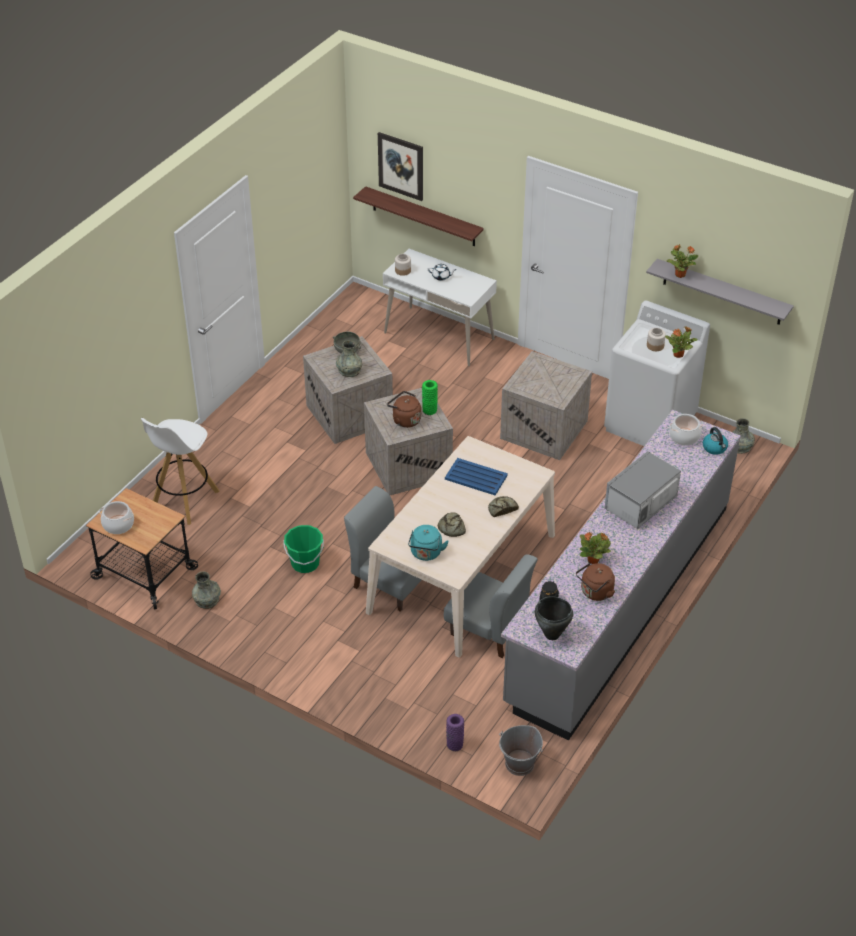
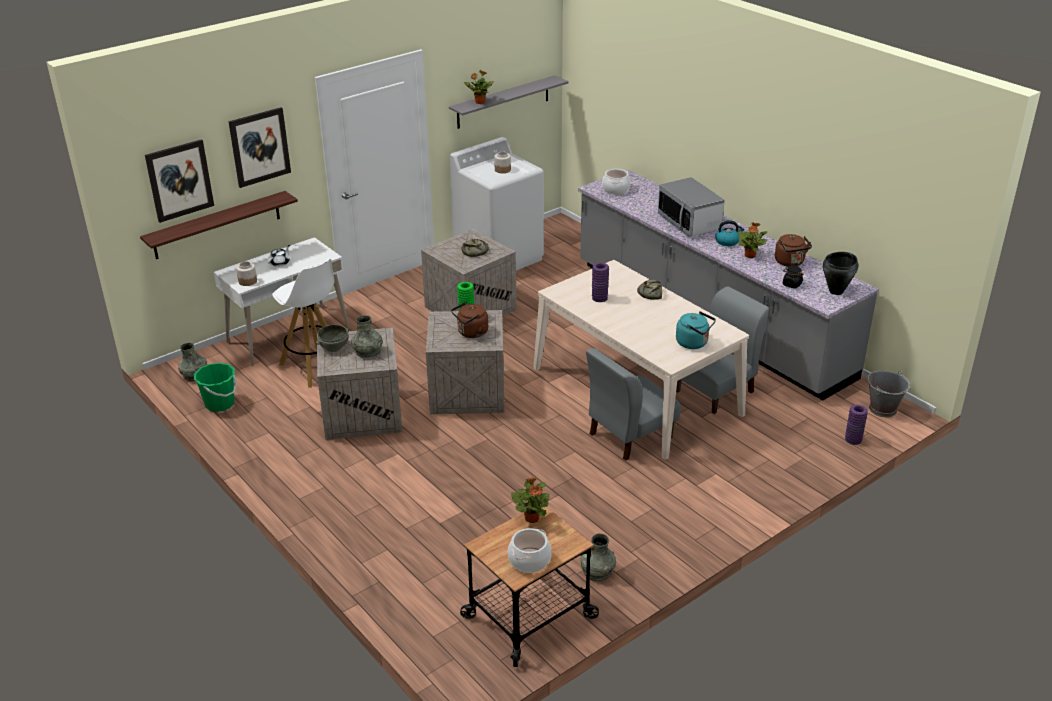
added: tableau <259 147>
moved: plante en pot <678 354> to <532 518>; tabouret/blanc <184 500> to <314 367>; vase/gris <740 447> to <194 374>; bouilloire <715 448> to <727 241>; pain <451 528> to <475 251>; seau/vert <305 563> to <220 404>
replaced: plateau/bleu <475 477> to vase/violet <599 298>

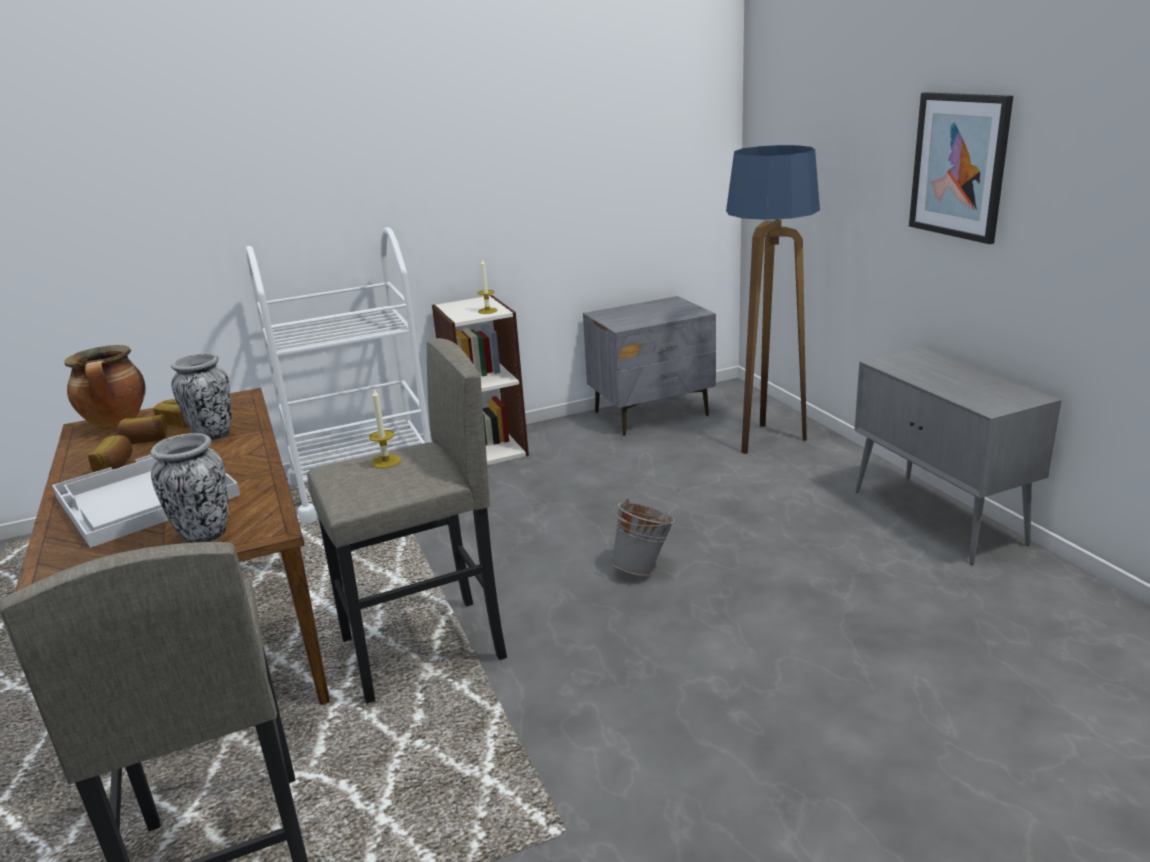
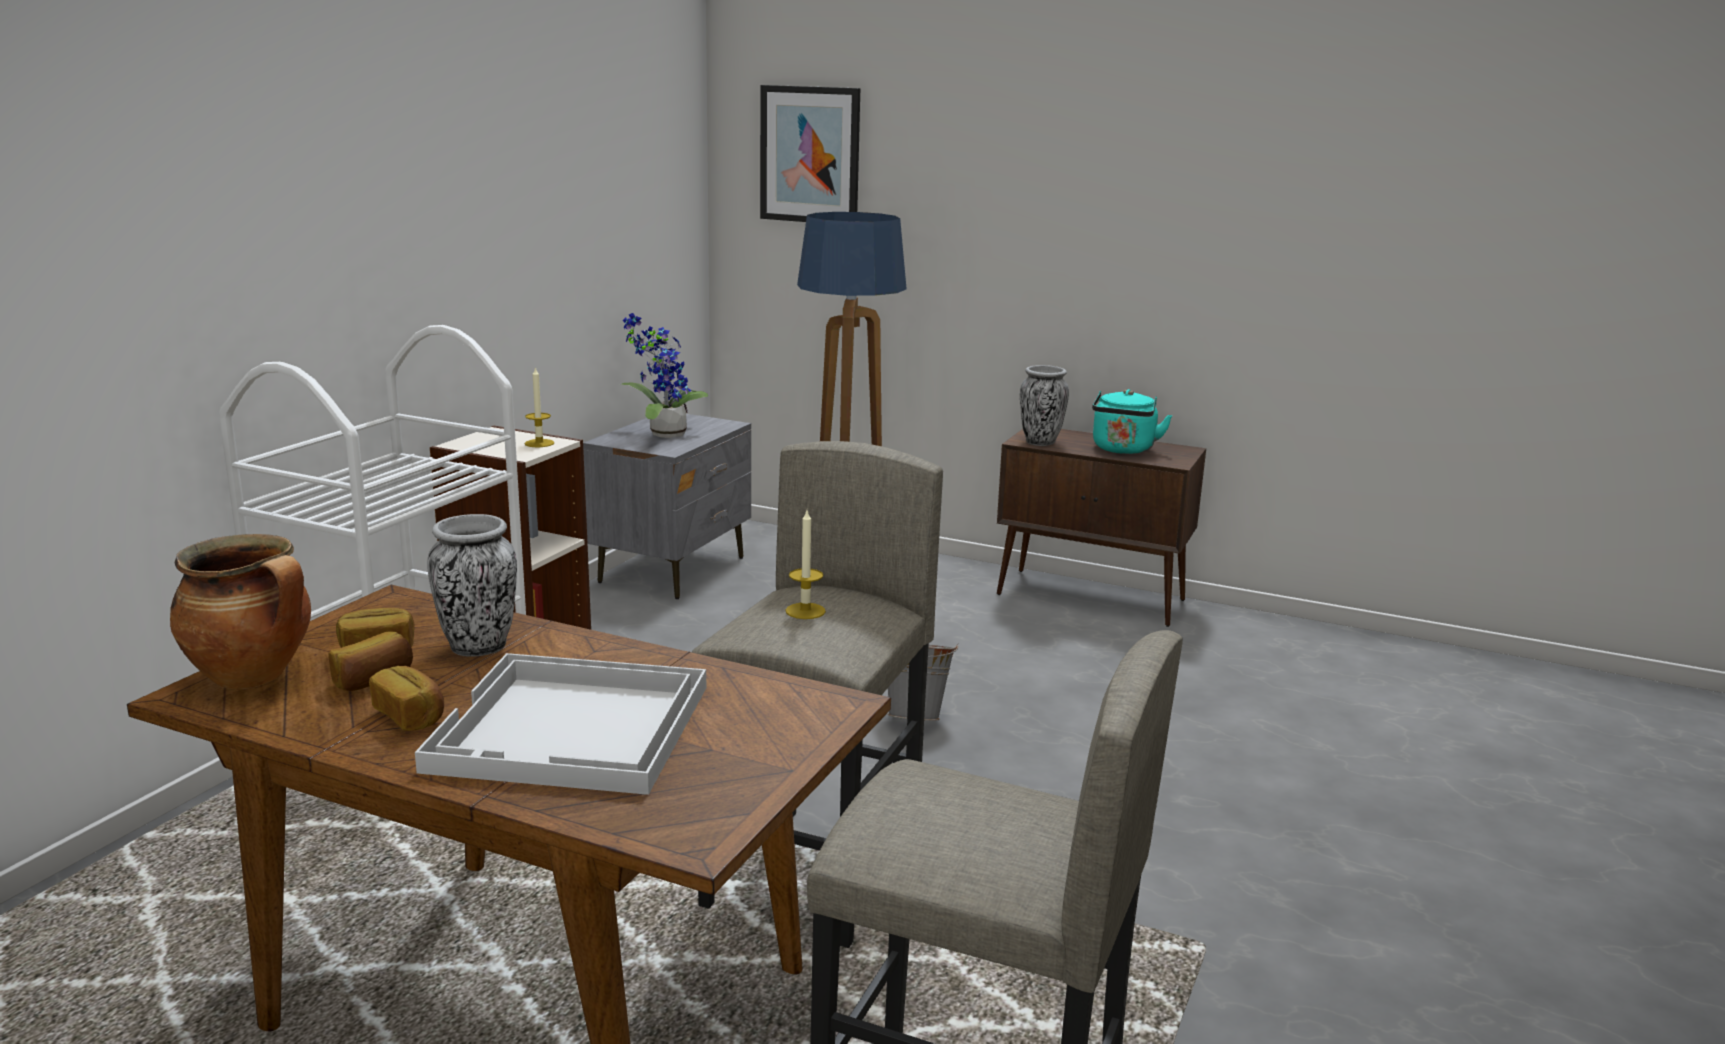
added: plante en pot <663 434>; bouilloire/turquoise <1123 450>
moved: tableau <959 166> to <810 155>; vase <205 535> to <1040 442>
recoloured: meuble de rangement/gris <938 518> to meuble de rangement/marron <1092 597>

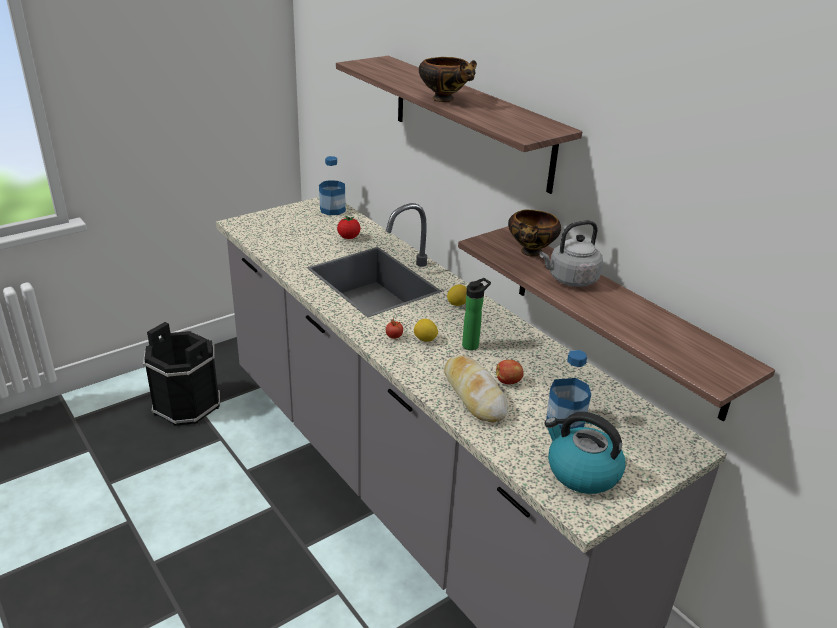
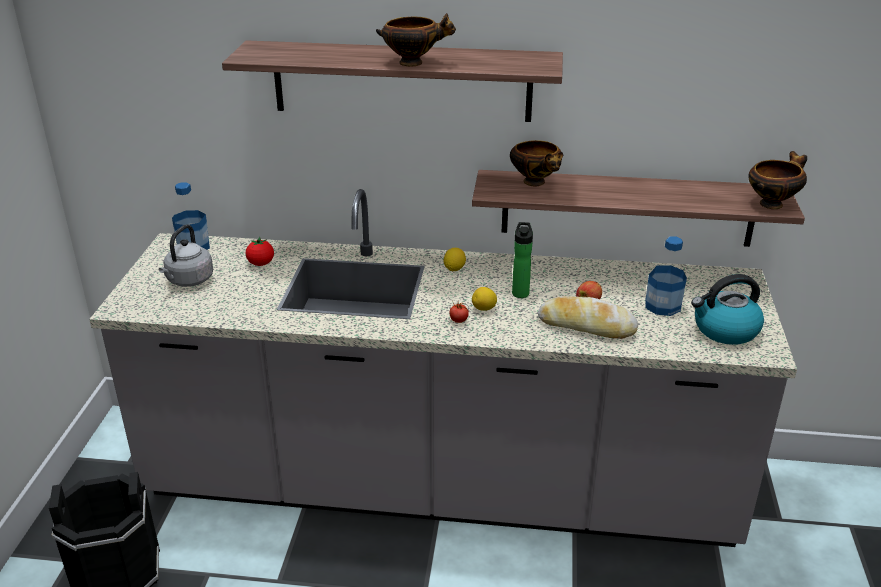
added: bol <772 203>
moved: bouilloire/gris <570 280> to <188 281>

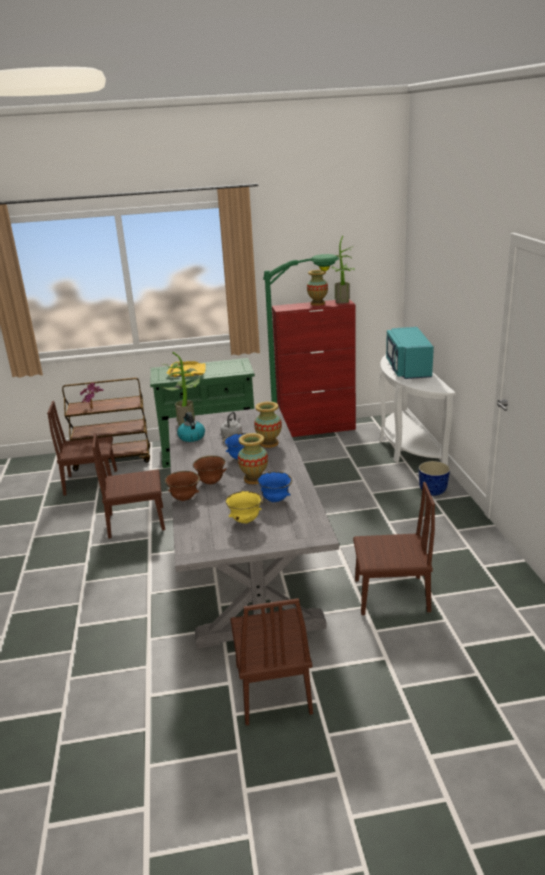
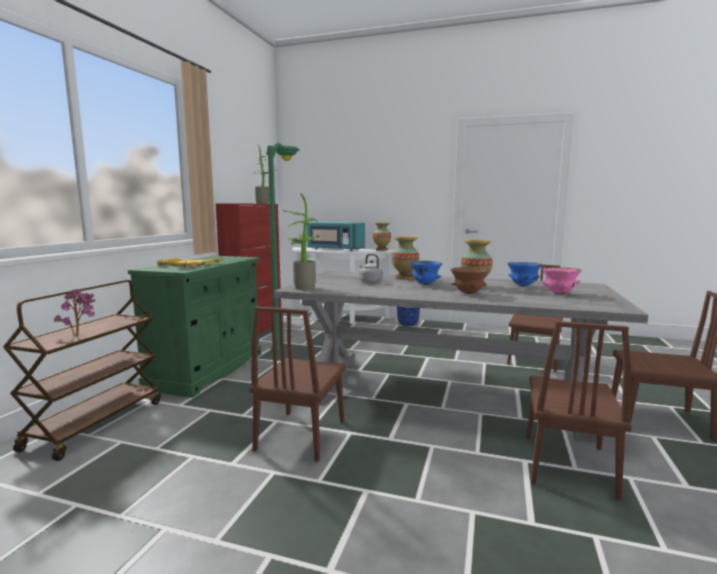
removed: bouilloire <191 437>; bol/marron <184 499>
moved: vase <317 303> to <381 250>; chaise/marron <91 482> to <568 464>
recoloured: bol/jaune <245 521> to bol/rose <559 293>

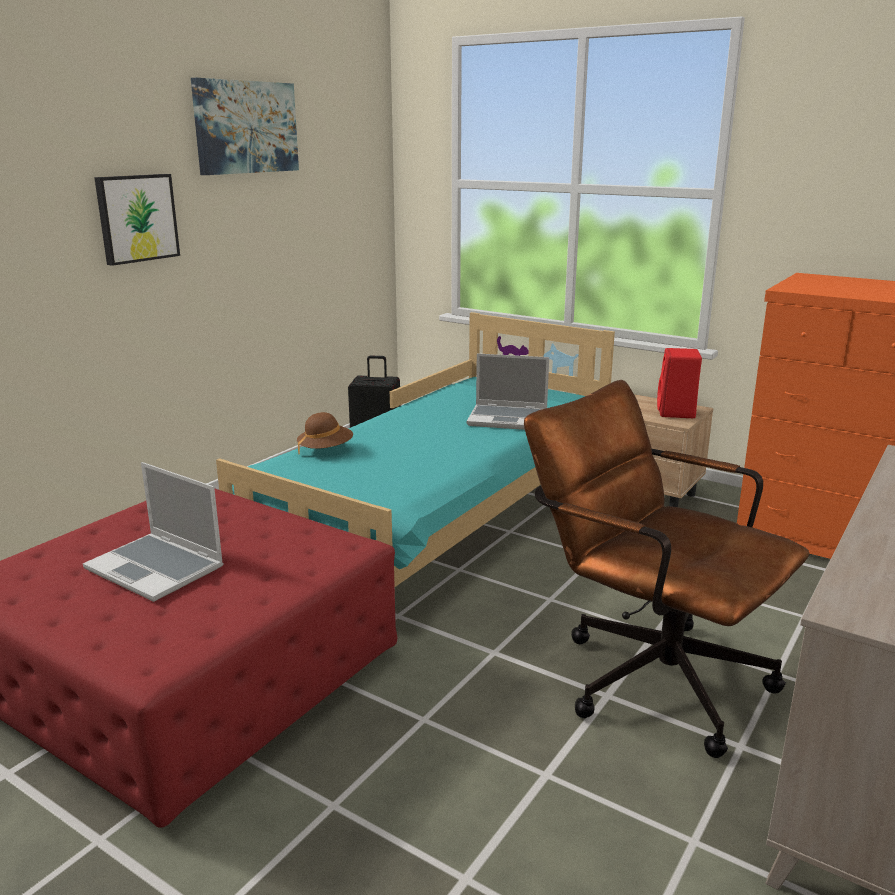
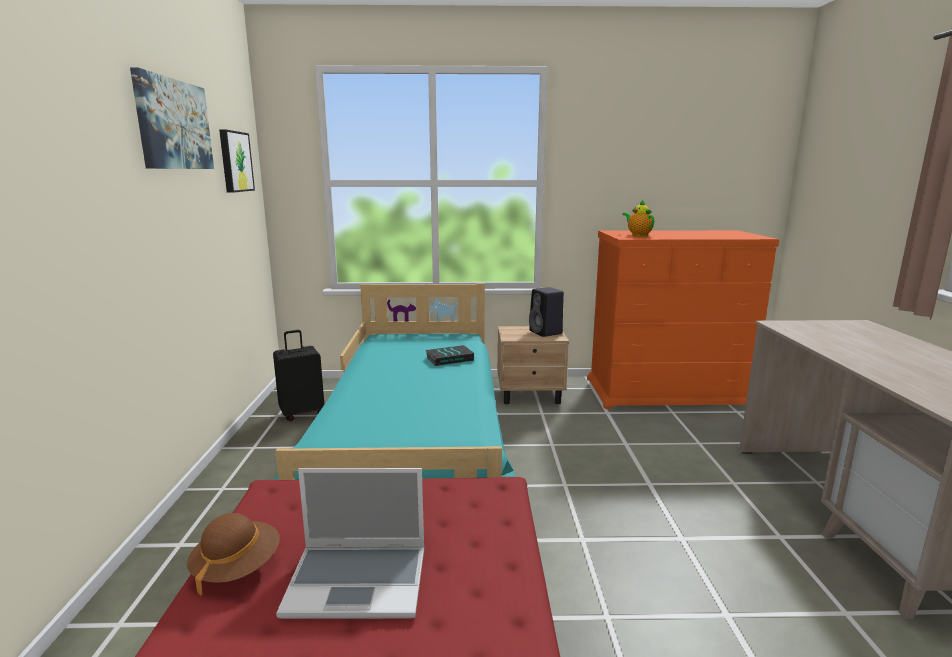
removed: chaise de bureau/marron <647 673>
added: théière <638 235>
moved: tableau <136 218> to <235 161>; chapeau/marron <325 450> to <237 567>
replaced: ordinateur portable <509 419> to livre <450 358>
recoloured: enceinte/rouge <676 413> to enceinte/noir <546 332>

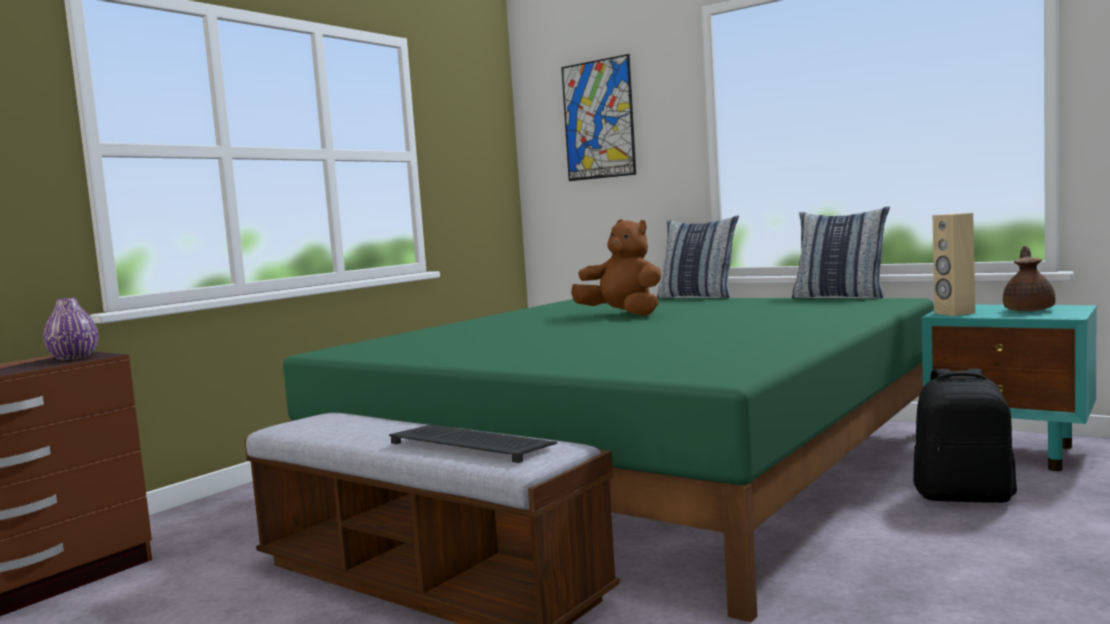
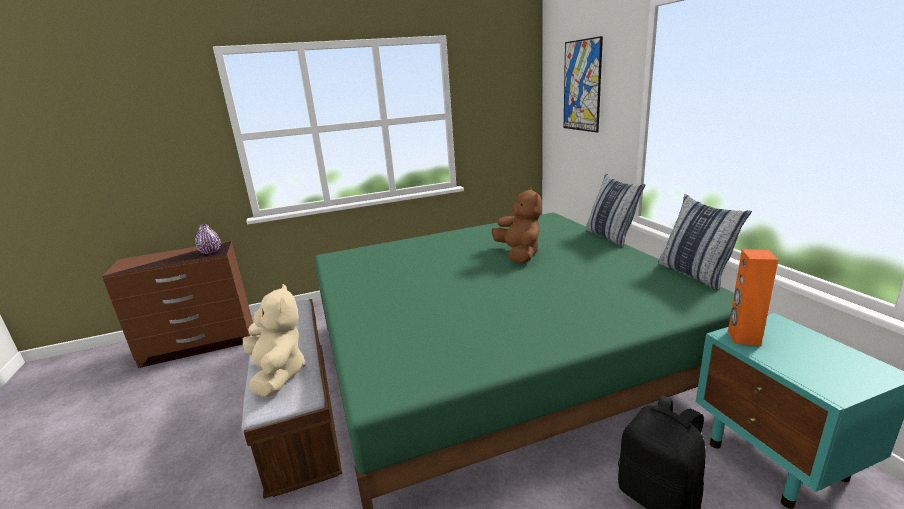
removed: théière/marron <1029 310>
replaced: clavier <473 445> to peluche/beige <278 374>
recoloured: enceinte/beige <954 313> to enceinte/orange <743 337>

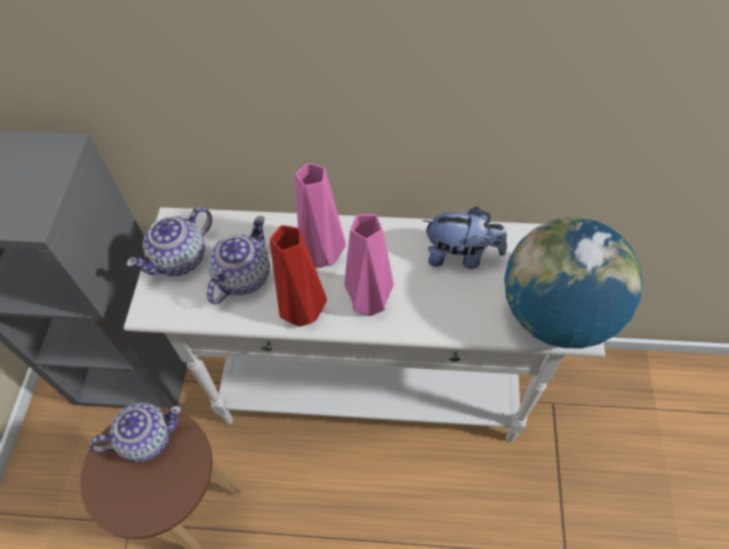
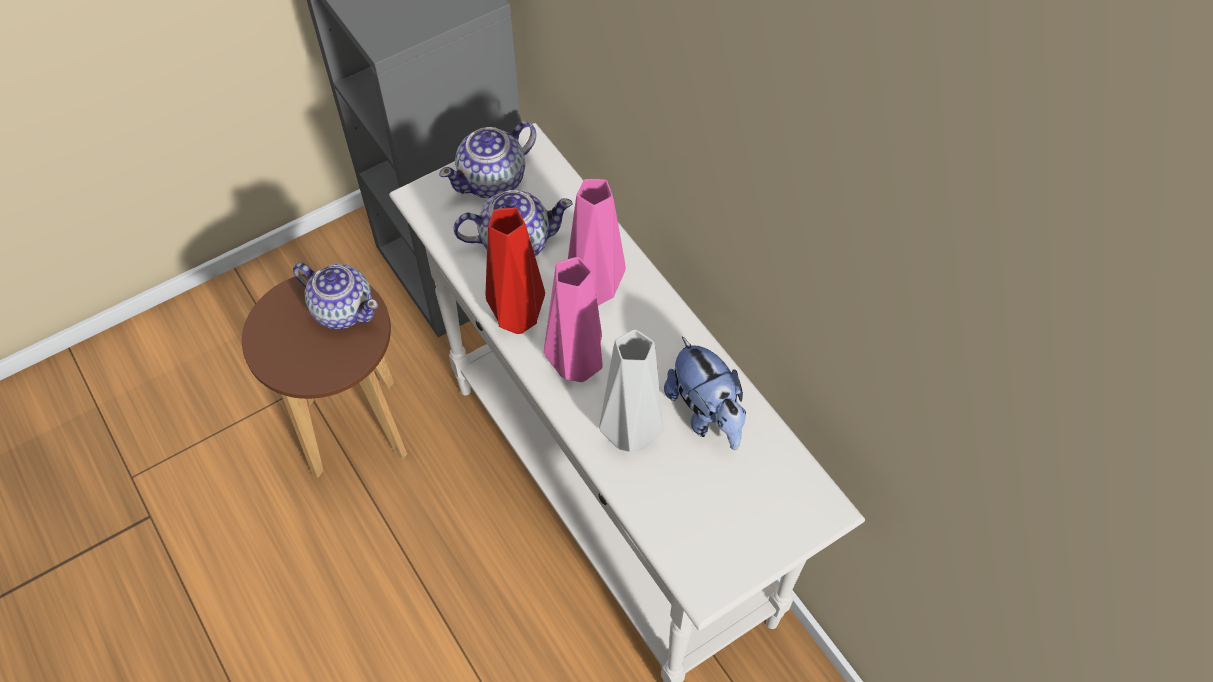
removed: globe <556 314>
added: vase/gris <630 437>
turned: théière <181 258> = <493 180> 45 degrees counterclockwise

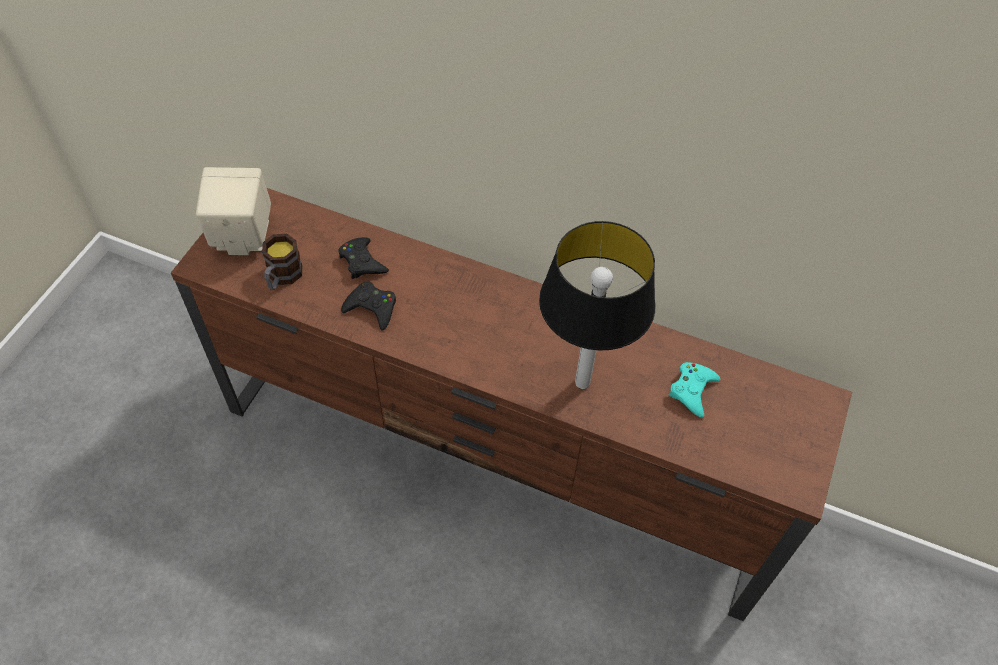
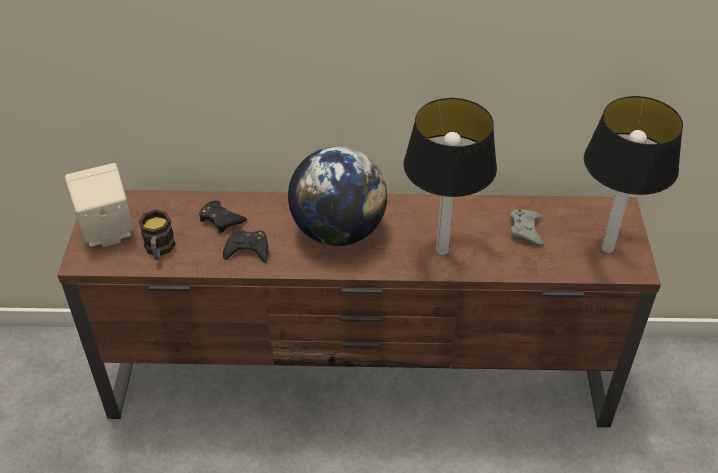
added: lampe de table <607 249>; globe <338 231>
recoloured: manette/turquoise <692 391> to manette/gris <526 230>

